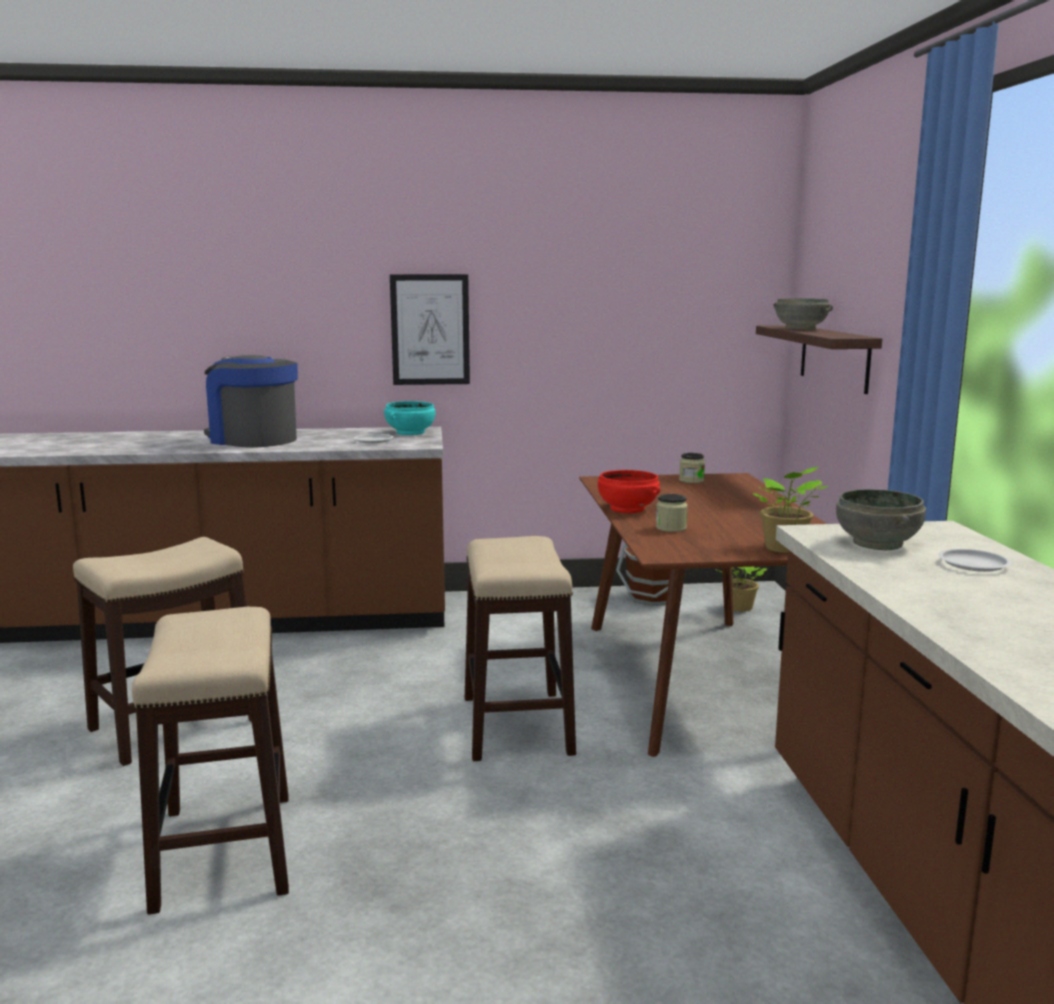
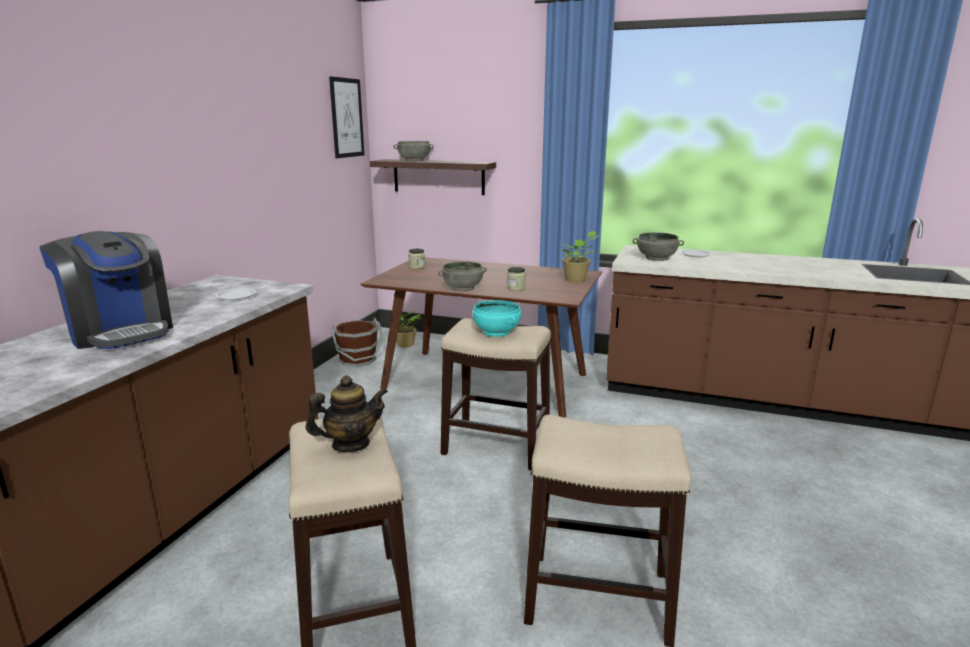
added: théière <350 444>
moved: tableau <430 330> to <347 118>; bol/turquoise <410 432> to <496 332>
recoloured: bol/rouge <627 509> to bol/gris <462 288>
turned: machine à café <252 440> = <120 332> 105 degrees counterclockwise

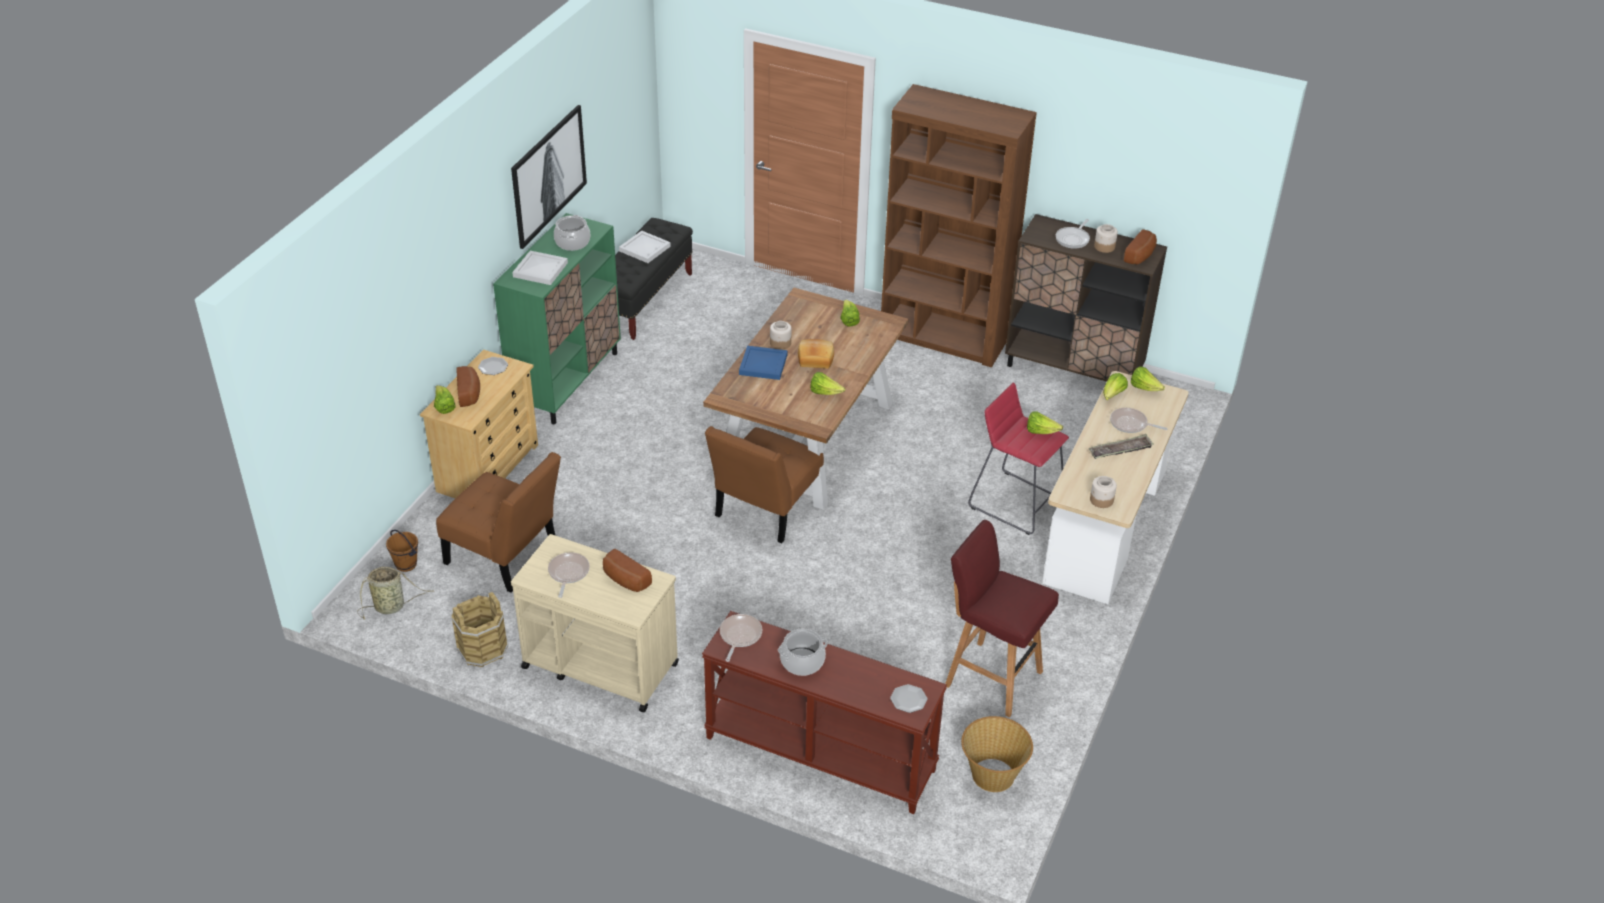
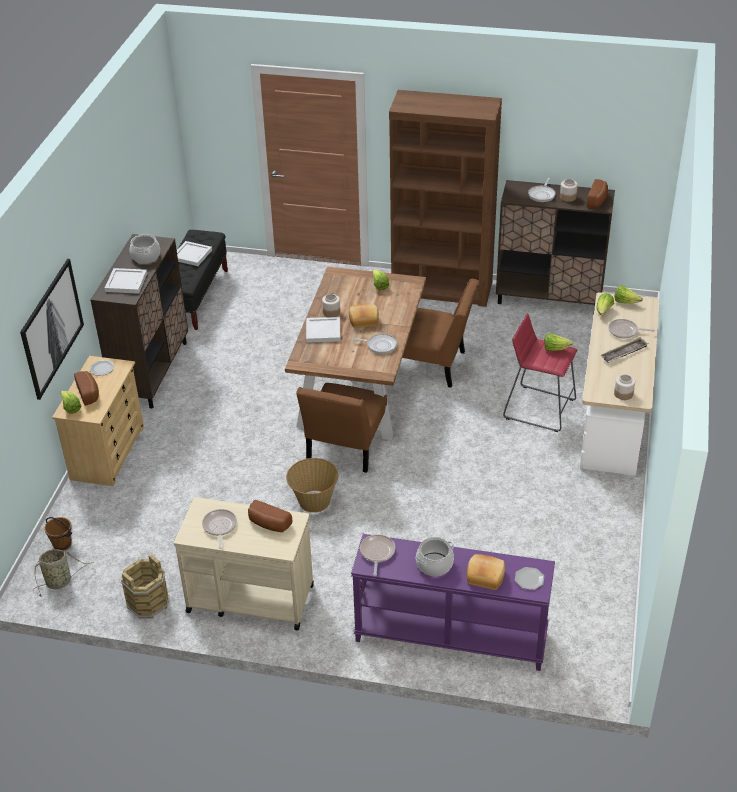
removed: tabouret/rouge <991 677>
added: pain <485 576>
moved: tableau <547 175> to <50 327>; chaise/marron <506 557> to <433 365>; panier <992 775> to <314 501>
replaced: laitue <825 392> to poêle <380 345>
recoloured: meuble de rangement/vert <567 381> to meuble de rangement/marron <152 372>; plateau/bleu <762 365> to plateau/blanc <322 331>; table console/marron <819 754> to table console/violet <450 637>

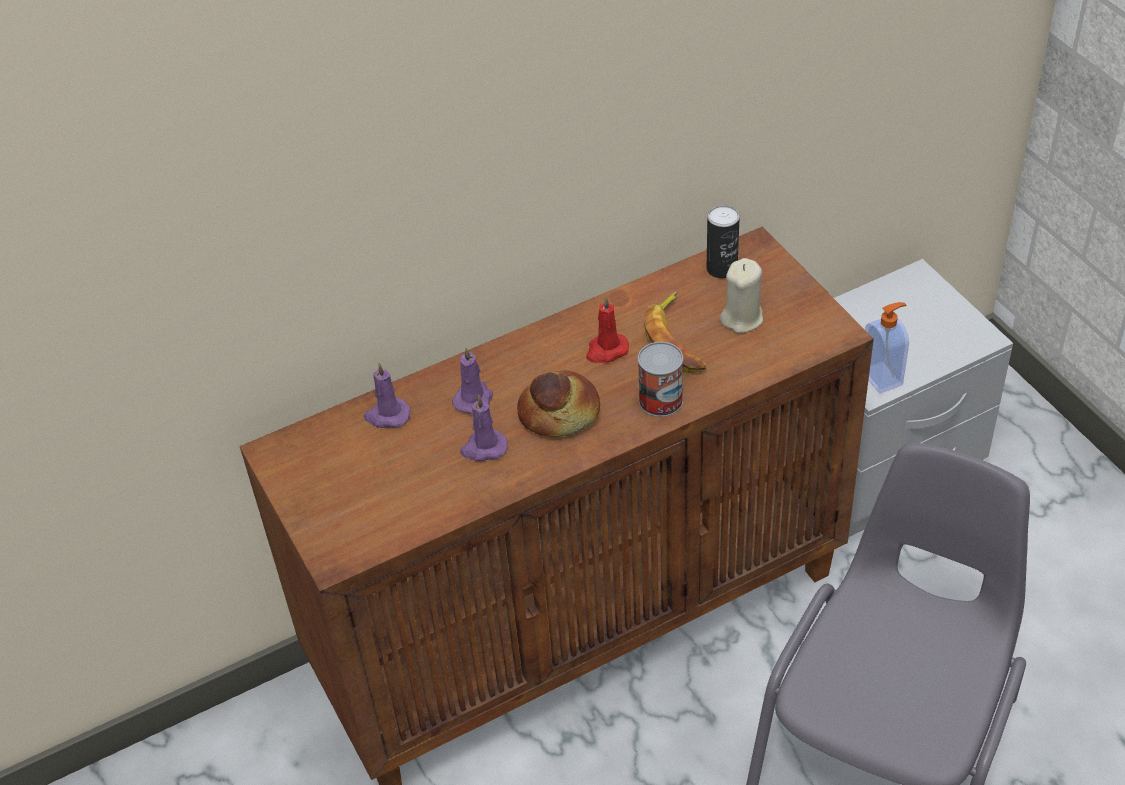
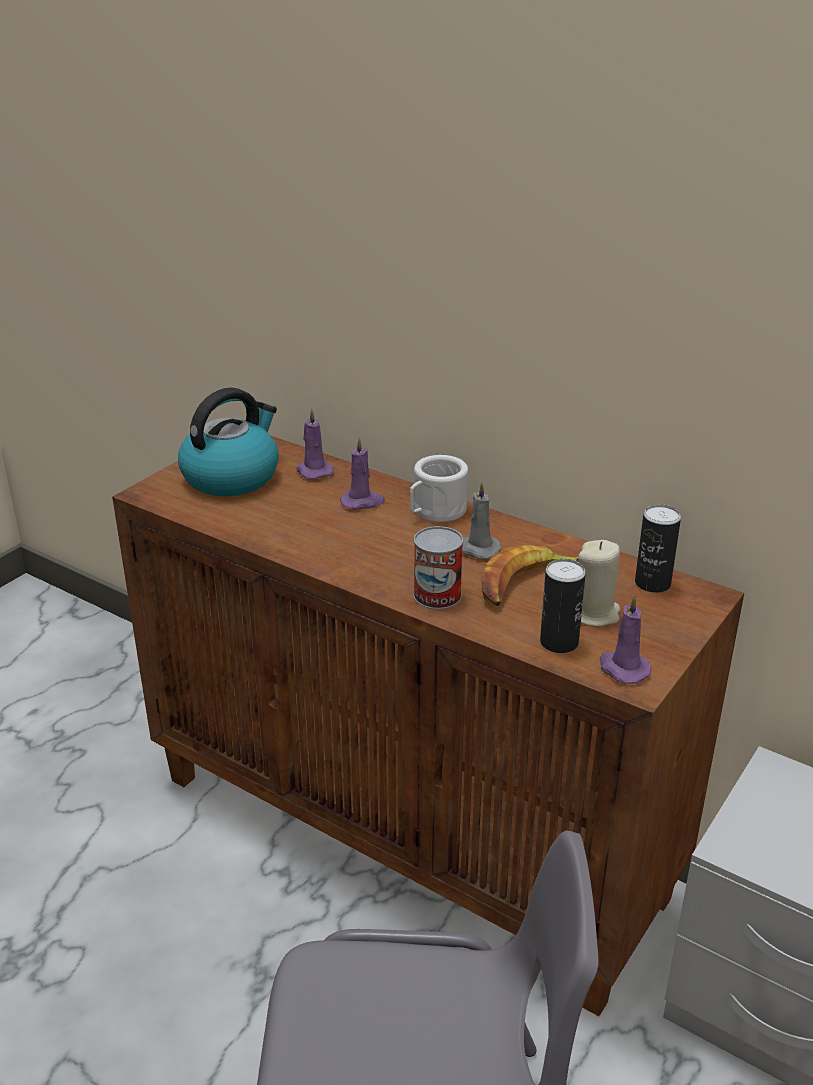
removed: distributeur de savon <882 377>; pain <559 414>
added: bouilloire <231 476>; mug/blanc <435 512>; boîte métallique <559 642>
moved: bougie/violet <483 448> to <622 668>
recoloured: bougie/rouge <606 350> to bougie/gris <477 549>

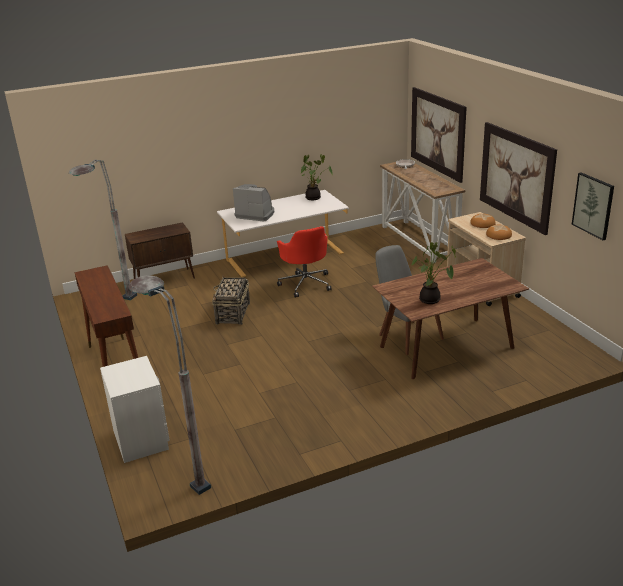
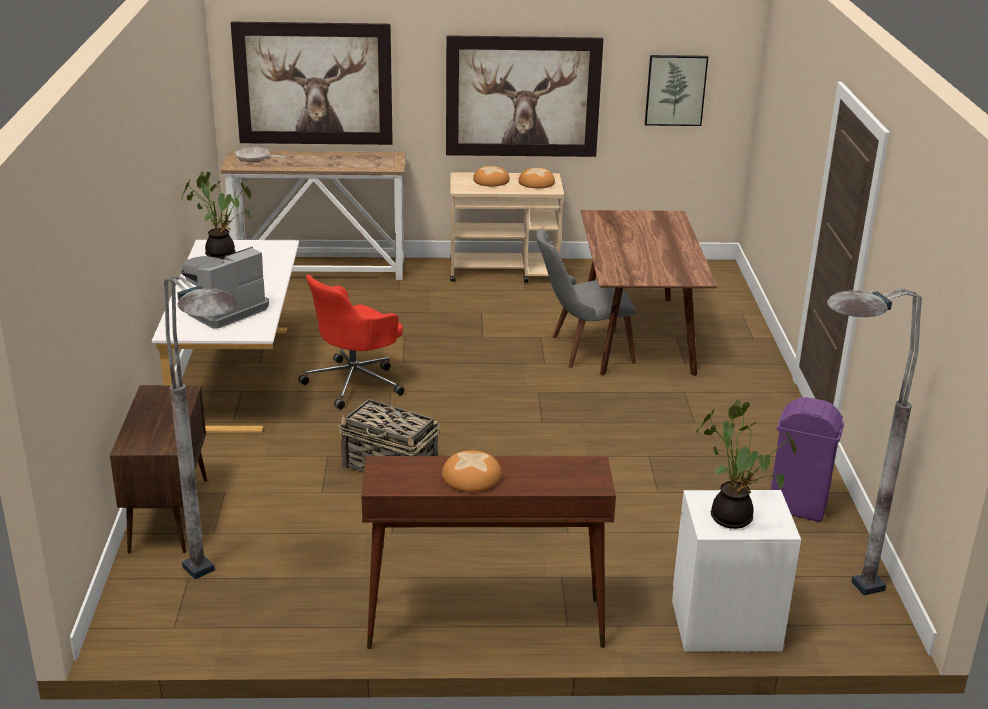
added: poubelle/violet <797 508>; pain <472 476>
moved: plante en pot <431 300> to <734 517>
turned: chaise de bureau/rouge <305 283> = <355 382> 135 degrees clockwise

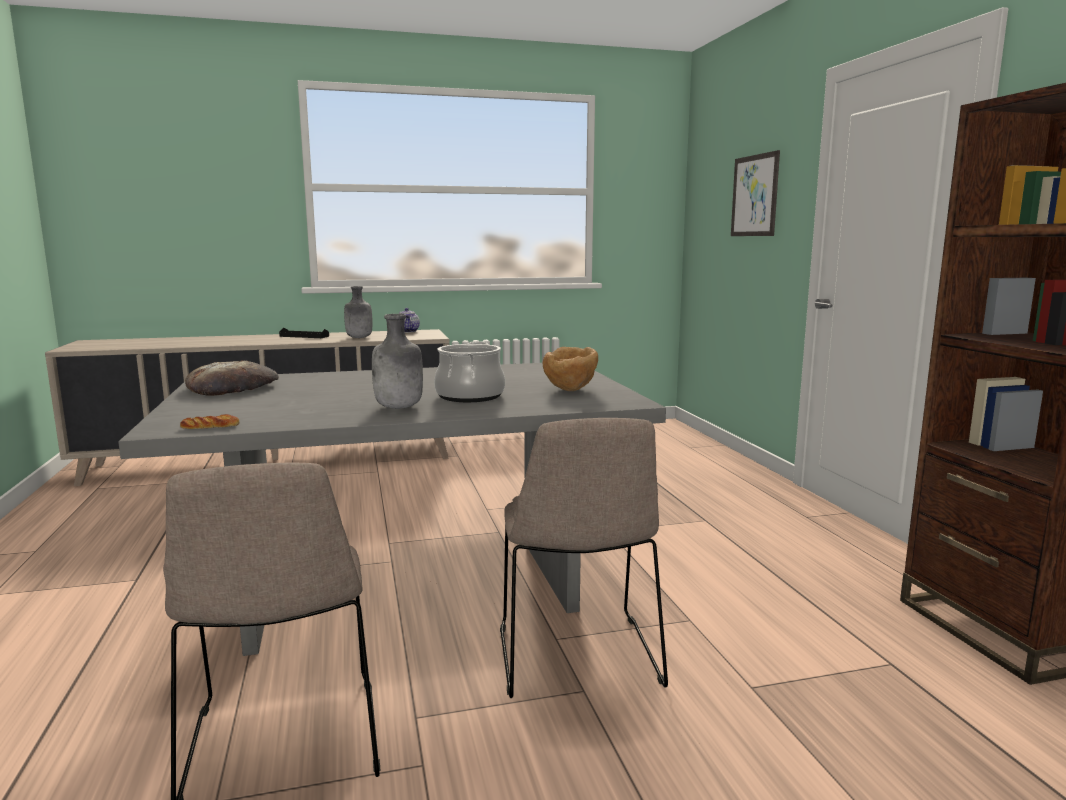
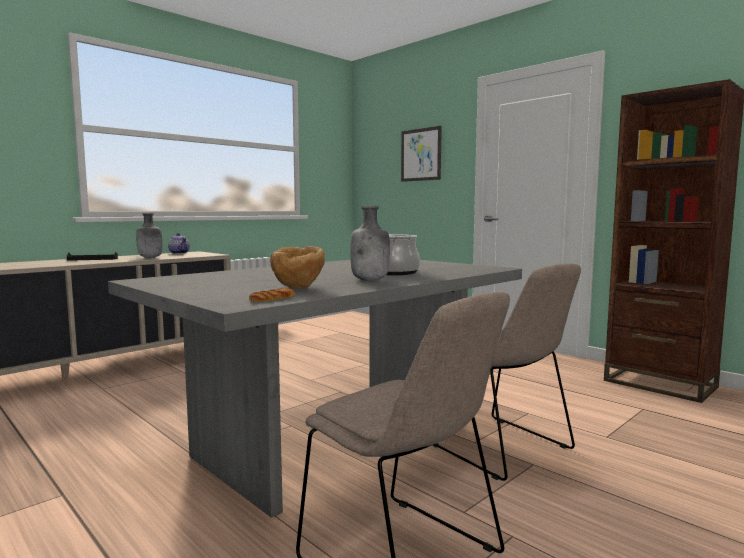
removed: pain <233 387>
moved: bol/marron <570 390> to <298 288>

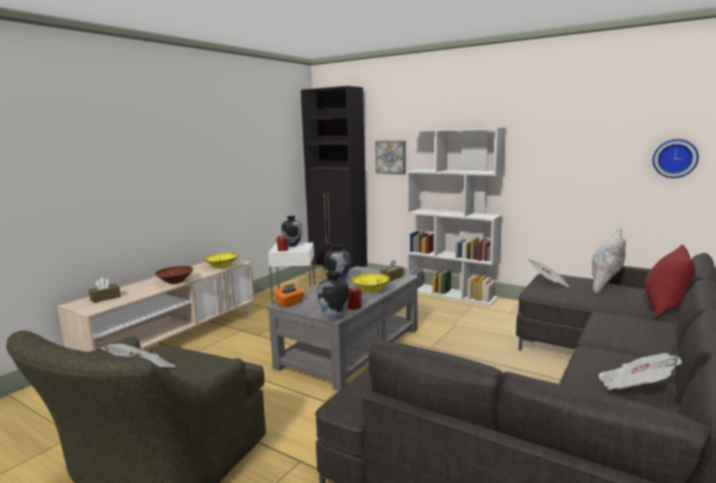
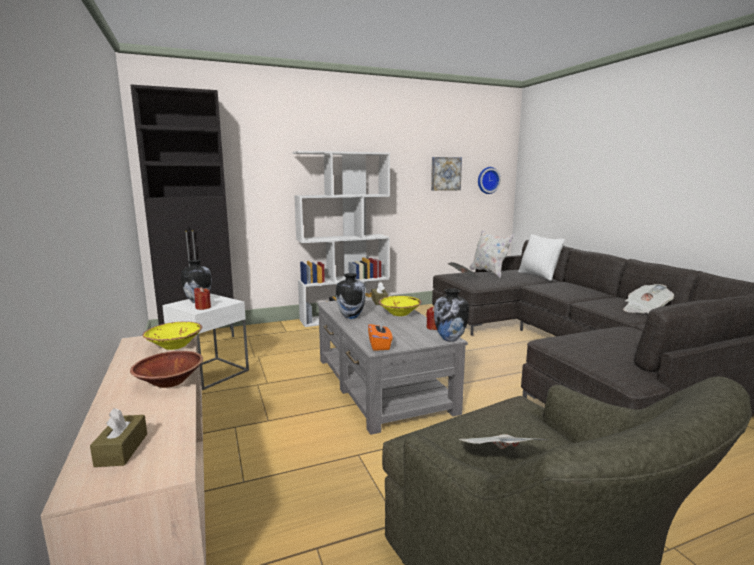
moved: tableau <391 157> to <445 173>
recoloured: coussin/rouge <665 307> to coussin/blanc <538 276>

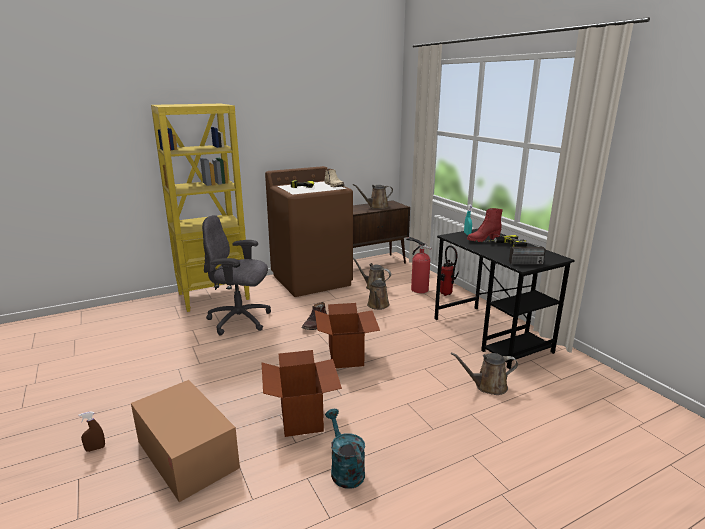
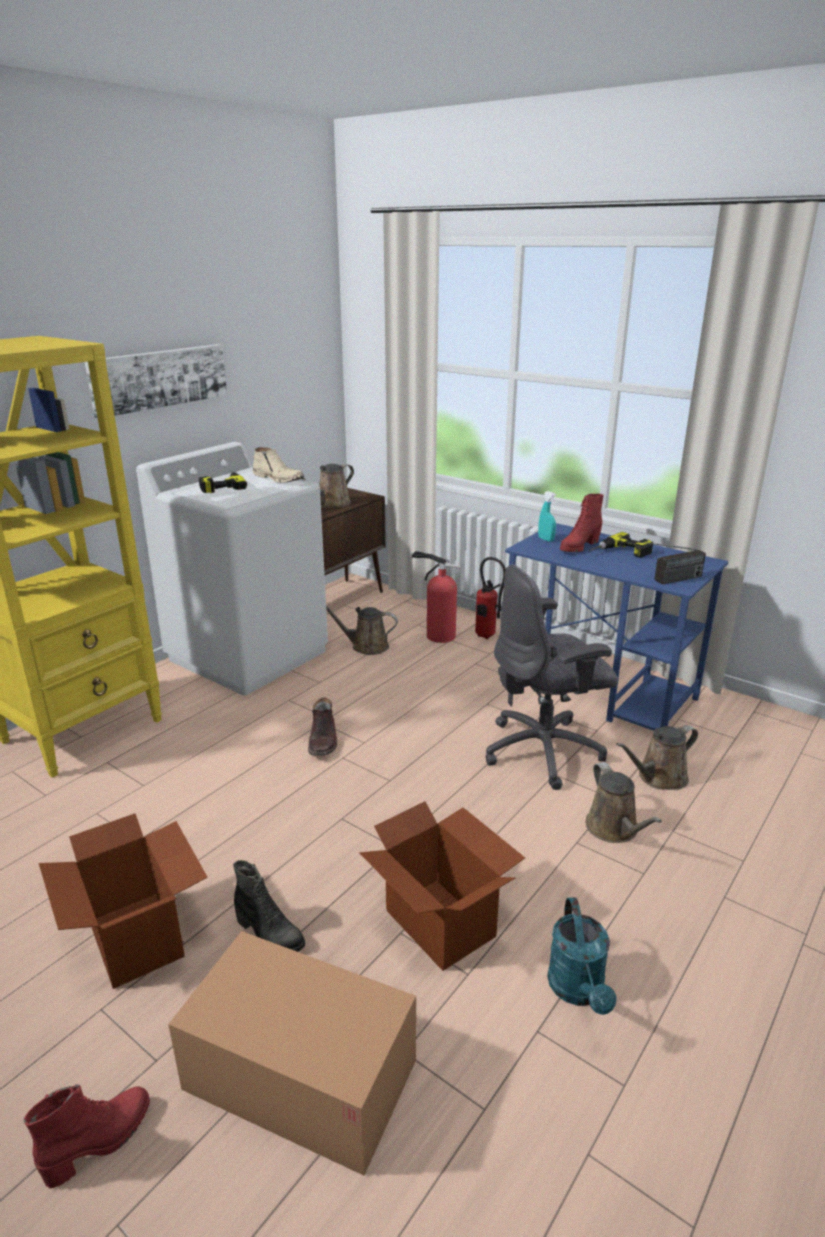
added: tableau <159 378>; botte/noir <269 934>
moved: chaise de bureau/gris <240 320> to <544 751>; arrosoir/marron <378 306> to <614 829>; carton <346 355> to <137 938>
replaced: vaporisateur/marron <95 448> to botte/rouge <100 1142>
recoloured: lave-linge/marron <312 280> to lave-linge/blanc <249 655>; bureau/noir <491 335> to bureau/bleu <600 691>
turned: arrosoir/turquoise <344 469> = <579 991> 135 degrees counterclockwise

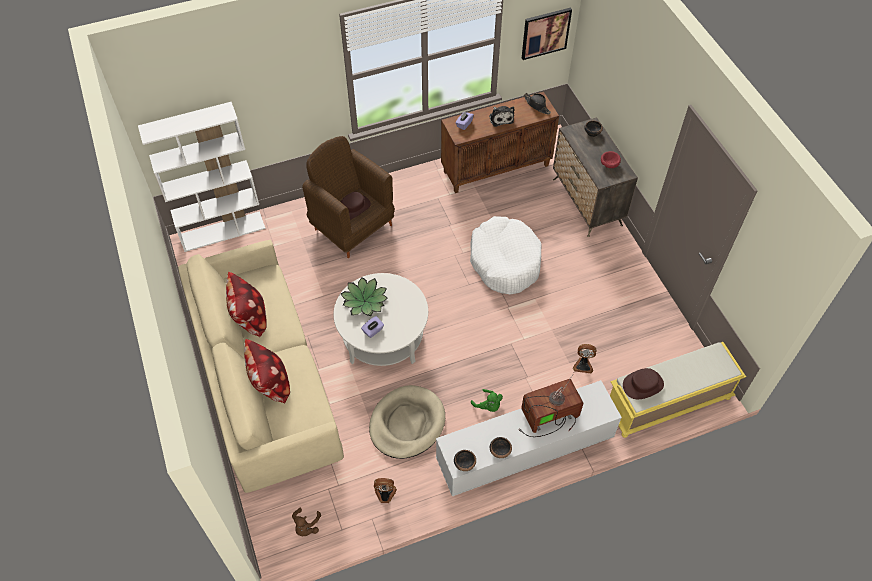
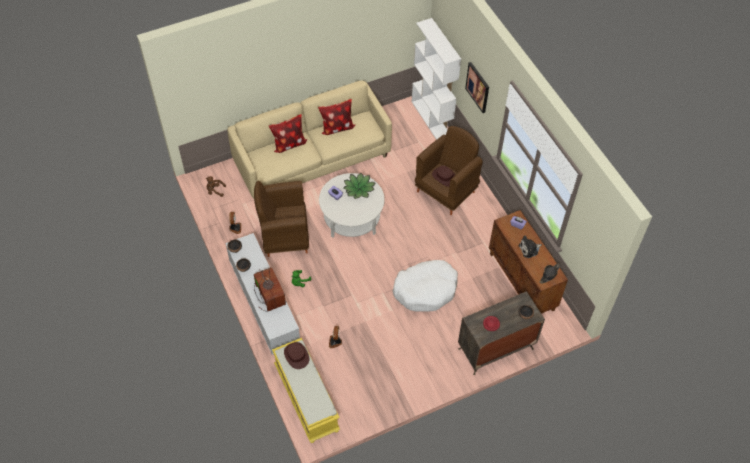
moved: tableau <545 33> to <478 87>
replaced: panier pour chien/beige <407 423> to fauteuil/marron <284 236>

